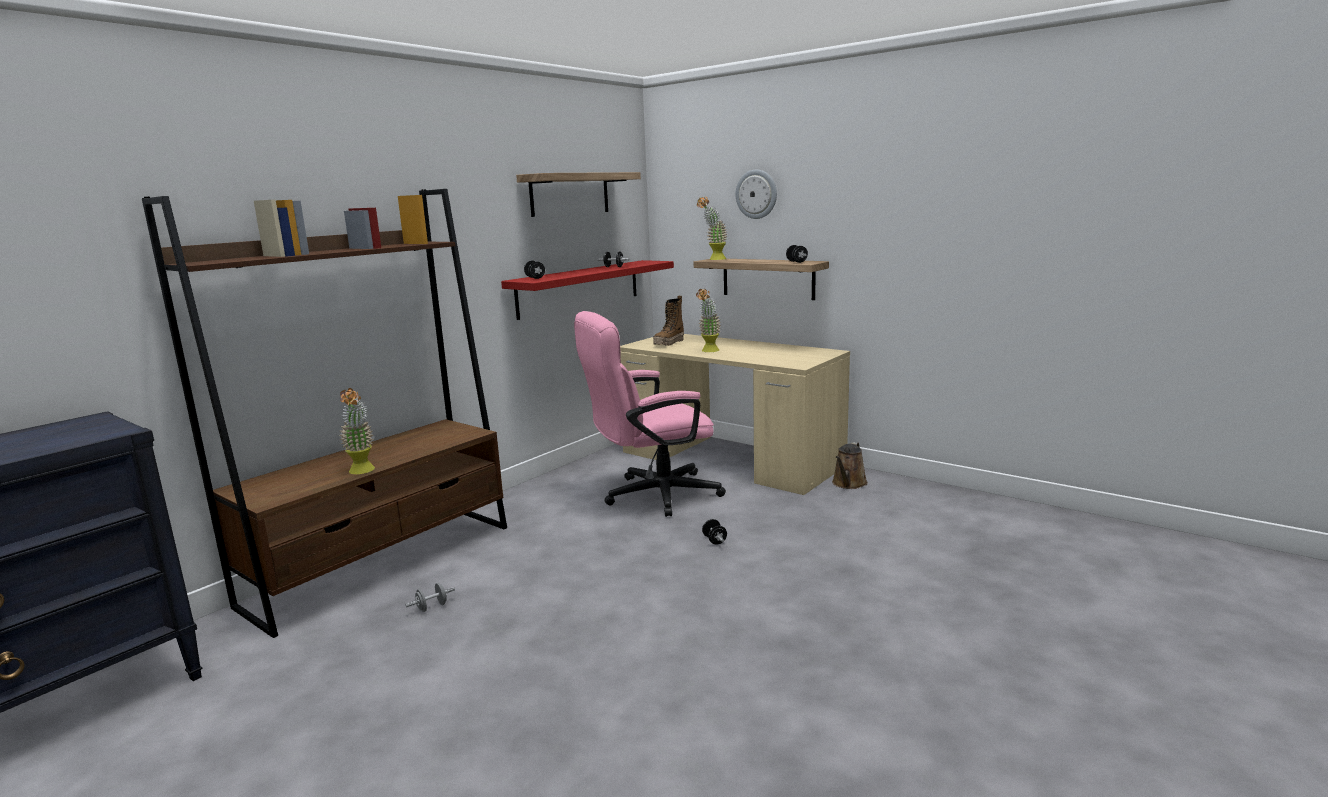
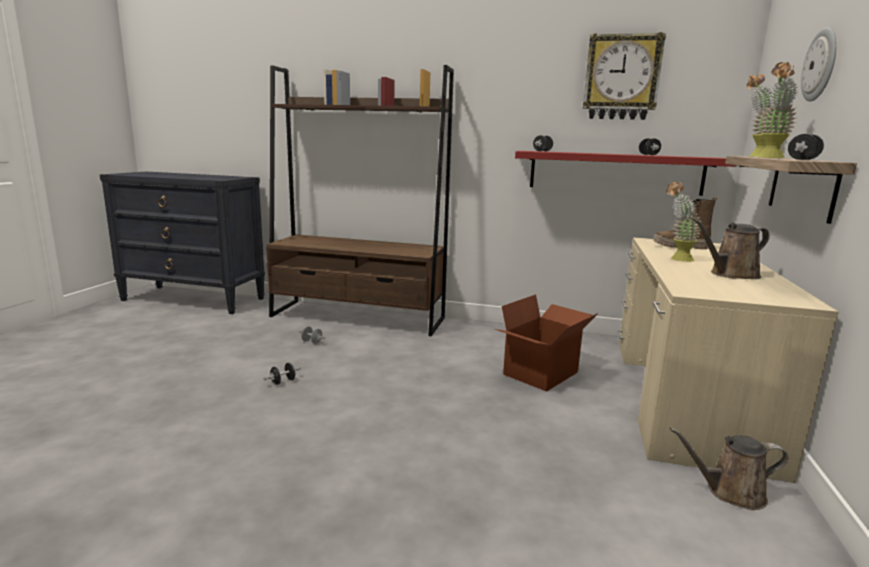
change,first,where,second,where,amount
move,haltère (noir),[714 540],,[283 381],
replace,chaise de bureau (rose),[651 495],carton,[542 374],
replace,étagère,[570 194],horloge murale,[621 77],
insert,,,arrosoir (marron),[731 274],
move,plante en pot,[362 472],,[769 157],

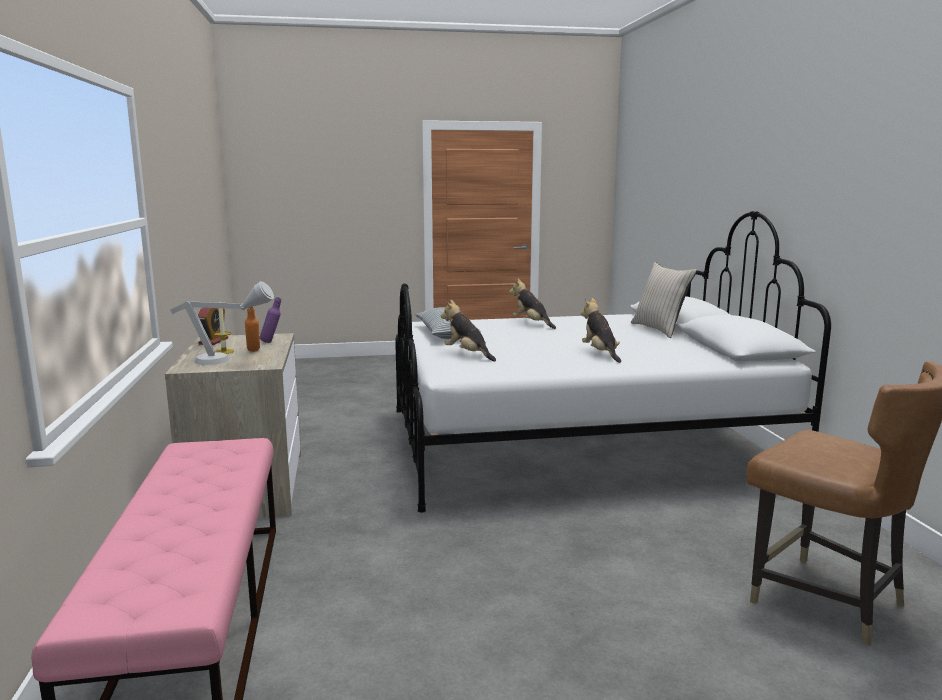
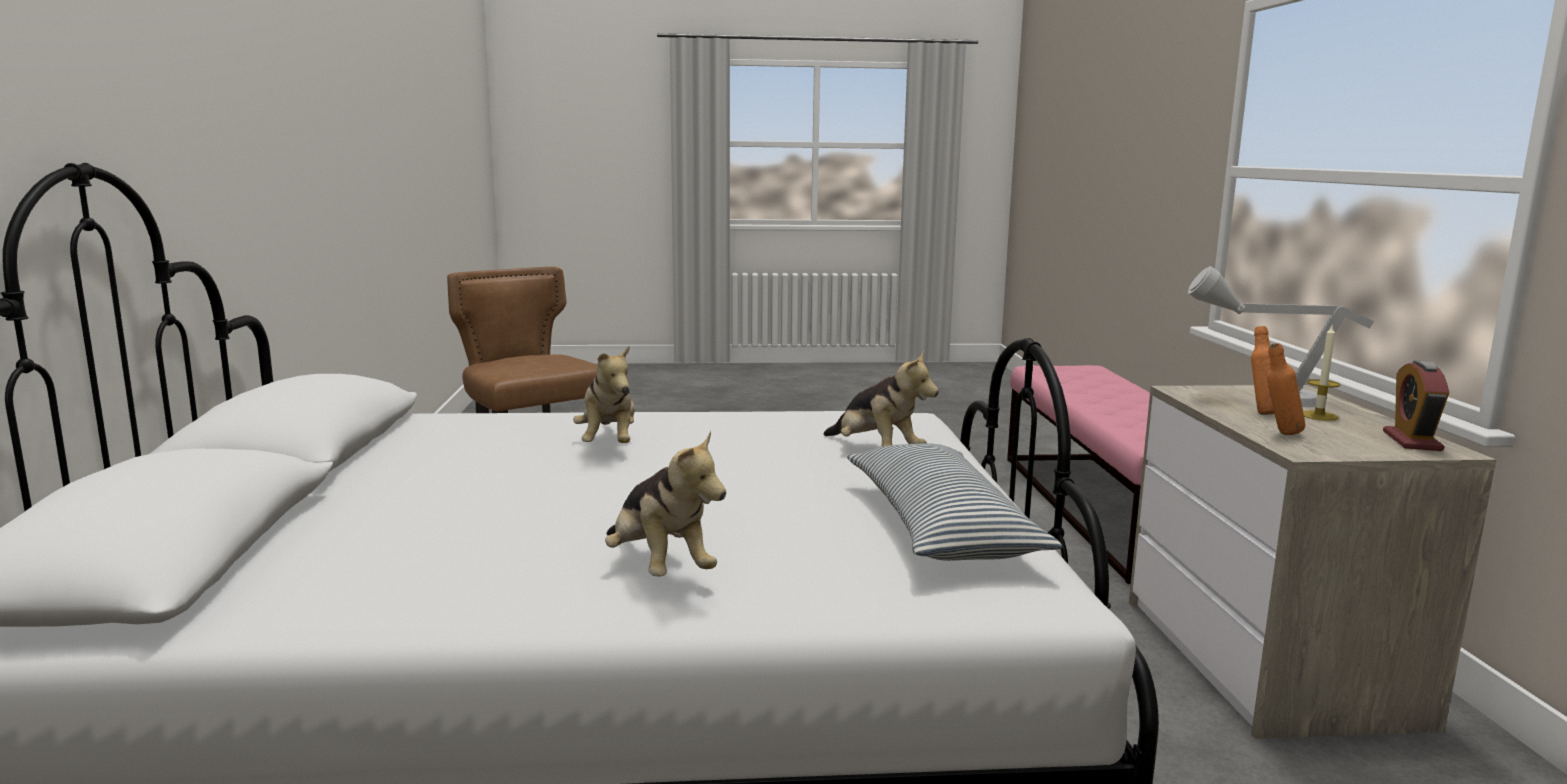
change,first,where,second,where,amount
recolor,bouteille (violet),[272 342],bouteille (orange),[1280 434],
delete,coussin (beige),[660 330],,,

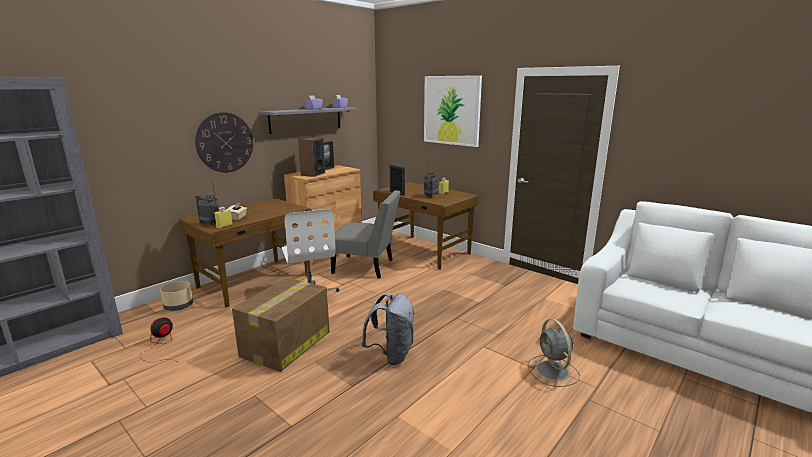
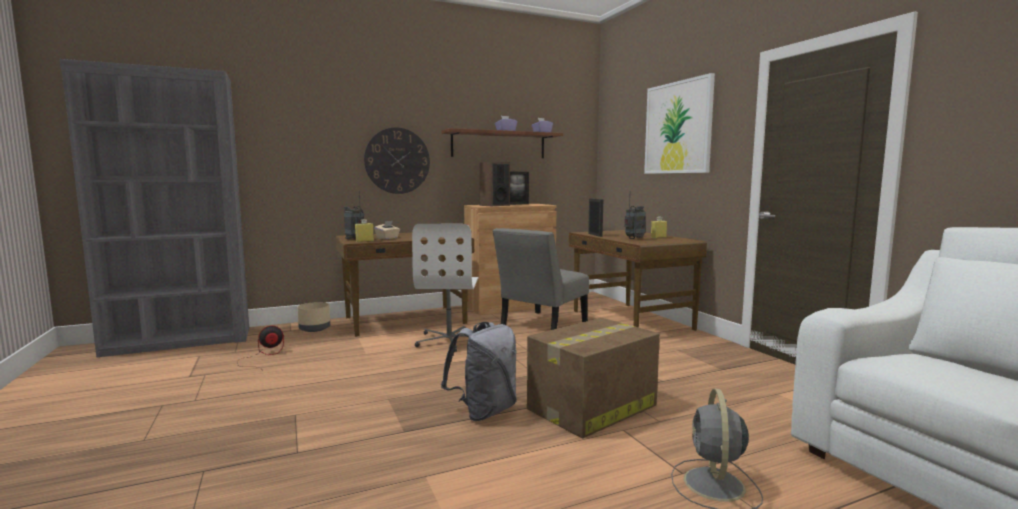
change,first,where,second,where,amount
recolor,étagère (gris),[306 119],étagère (marron),[498 145],
rotate,chaise (gris),[366 267],,[541 325],90 degrees clockwise
move,carton,[285 344],,[591 408],

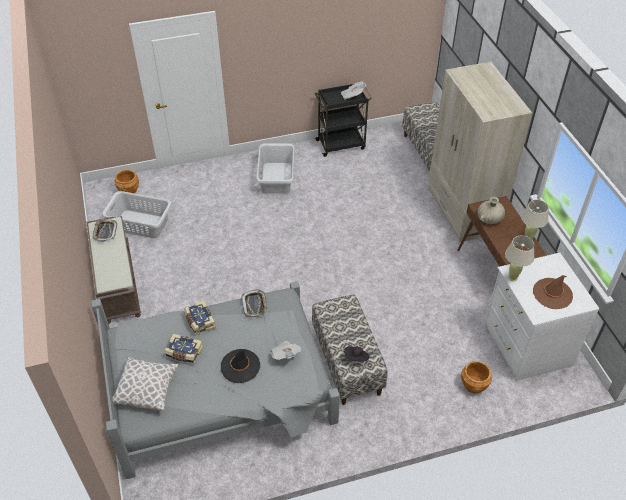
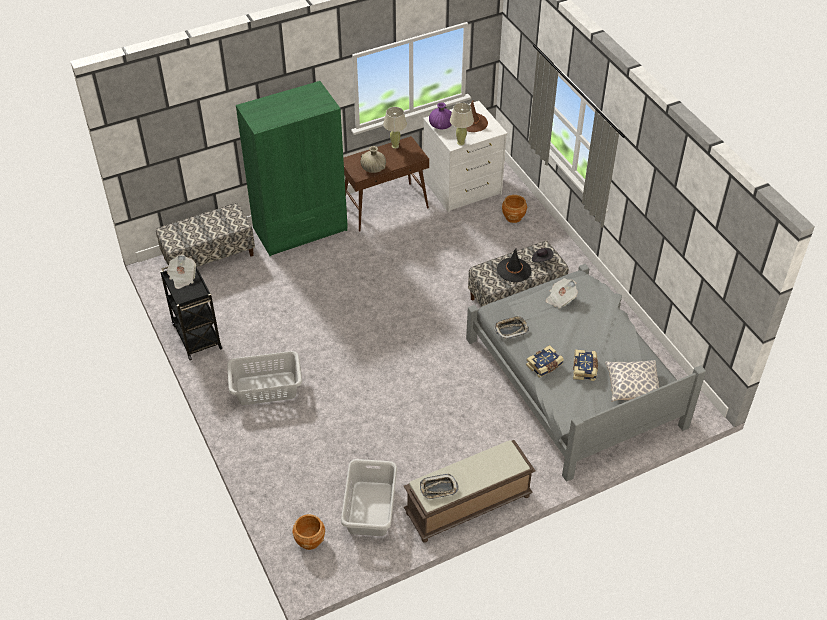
change,first,where,second,where,amount
recolor,armoire (beige),[462 211],armoire (vert),[301 229],
insert,,,vase (violet),[441 126],
move,chapeau (noir),[240 366],,[514 270],

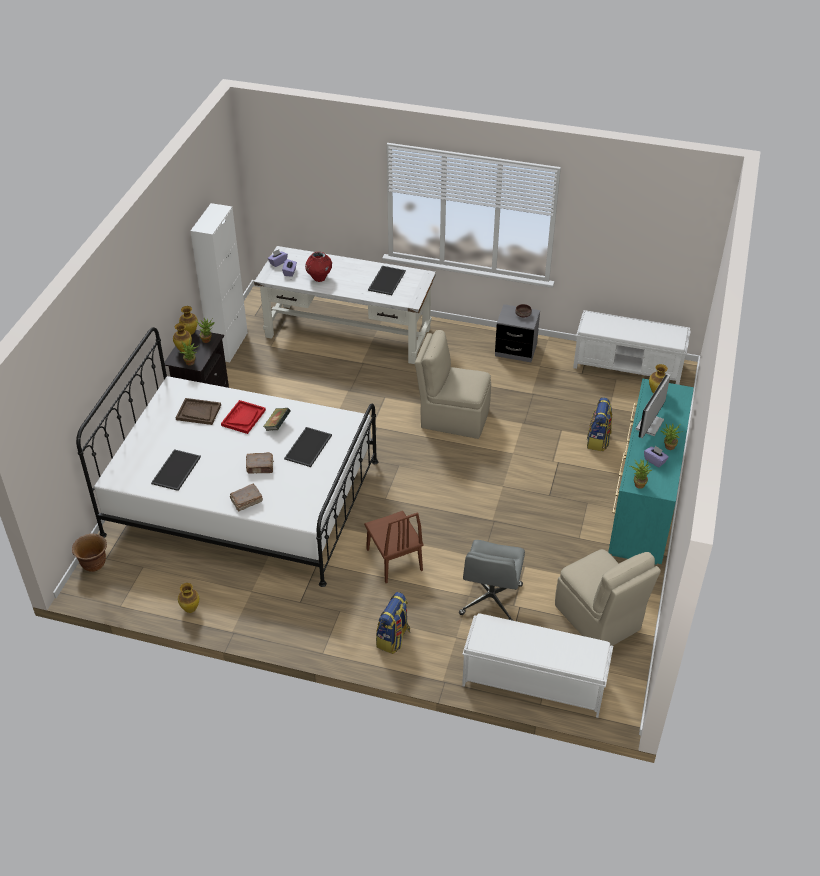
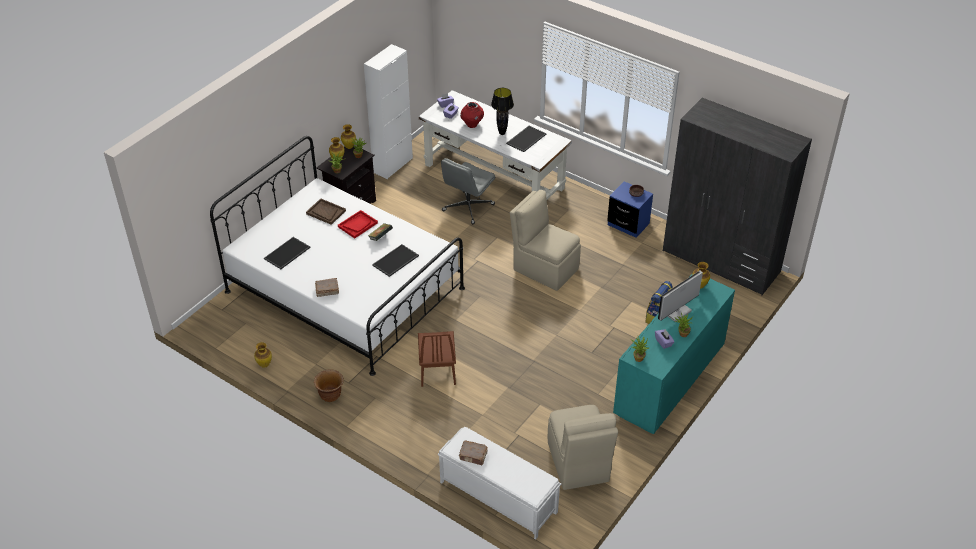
change,first,where,second,where,amount
move,cache-pot (marron),[94 564],,[330 395],
move,chaise de bureau (gris),[491 600],,[468 208],
move,livre (marron),[260 467],,[473 456],
insert,,,lampe de table (noir),[502 133],
recolor,table de chevet (gris),[515 350],table de chevet (bleu),[628 224],
replace,banc (blanc),[628 366],armoire (gris),[721 261],
delete,sac à dos,[393 639],,,

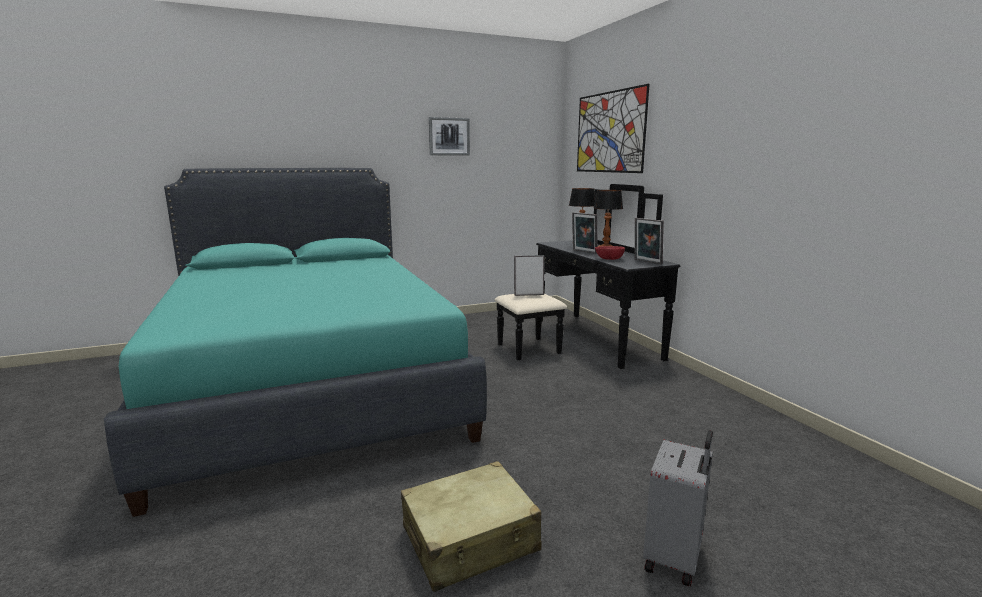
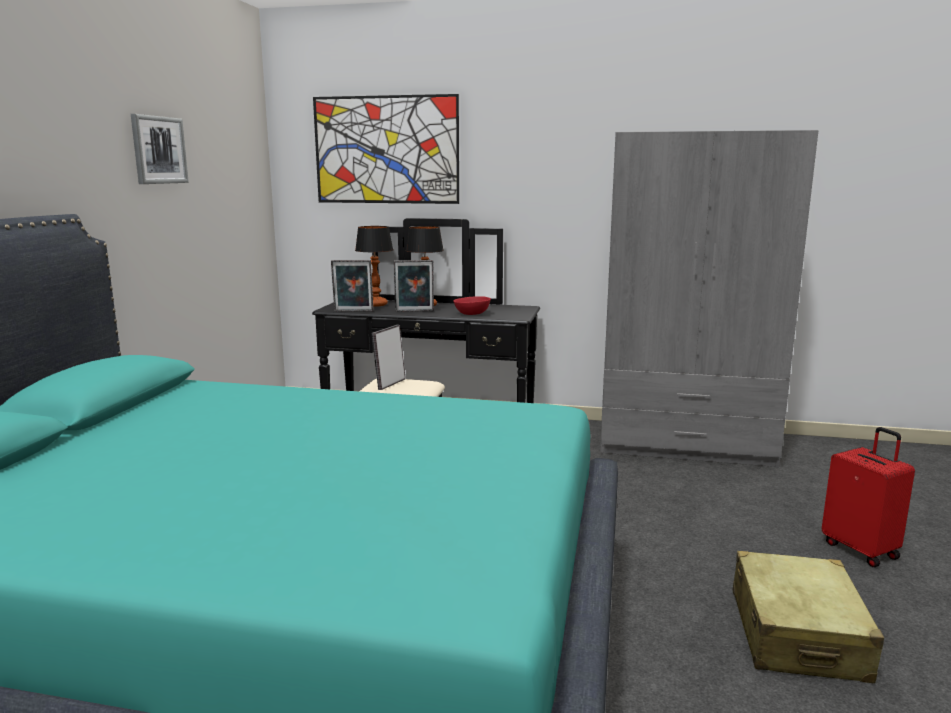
change,first,where,second,where,amount
move,cadre photo,[646 262],,[353 311],
insert,,,armoire (gris),[685 444],
recolor,valise (gris),[674 558],valise (rouge),[861 550],

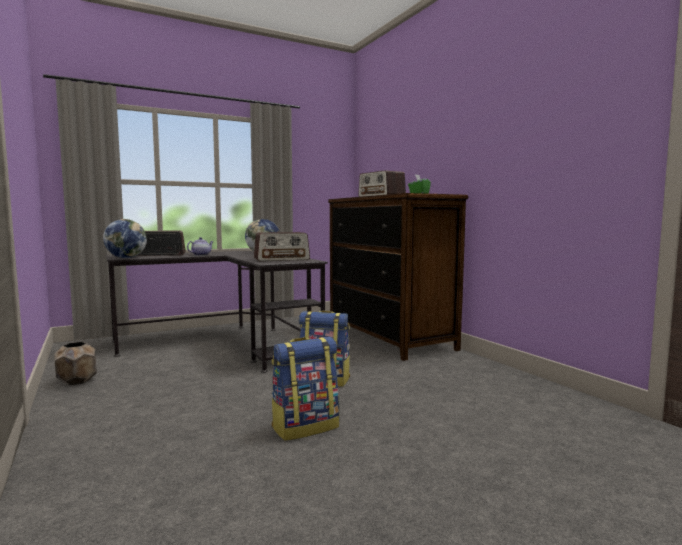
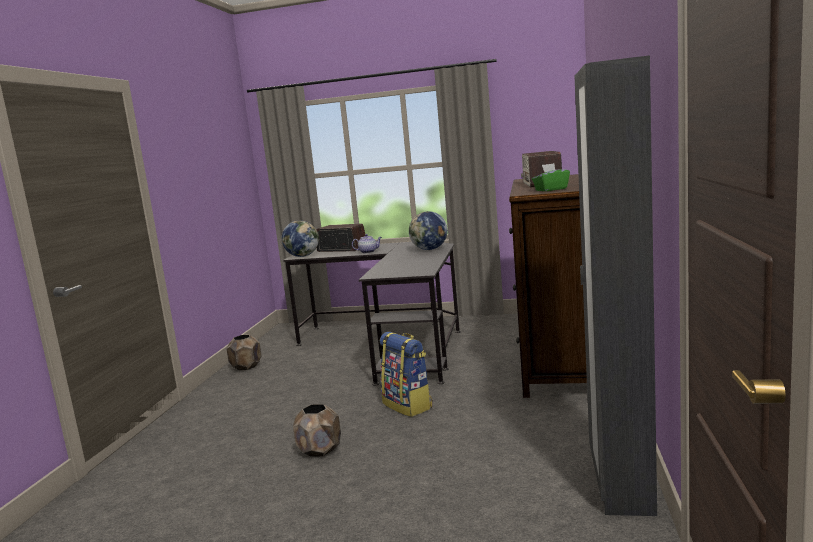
change,first,where,second,where,amount
replace,sac à dos,[305 427],cache-pot (marron),[320 450],
insert,,,armoire (noir),[619 482],
delete,radio,[282 259],,,

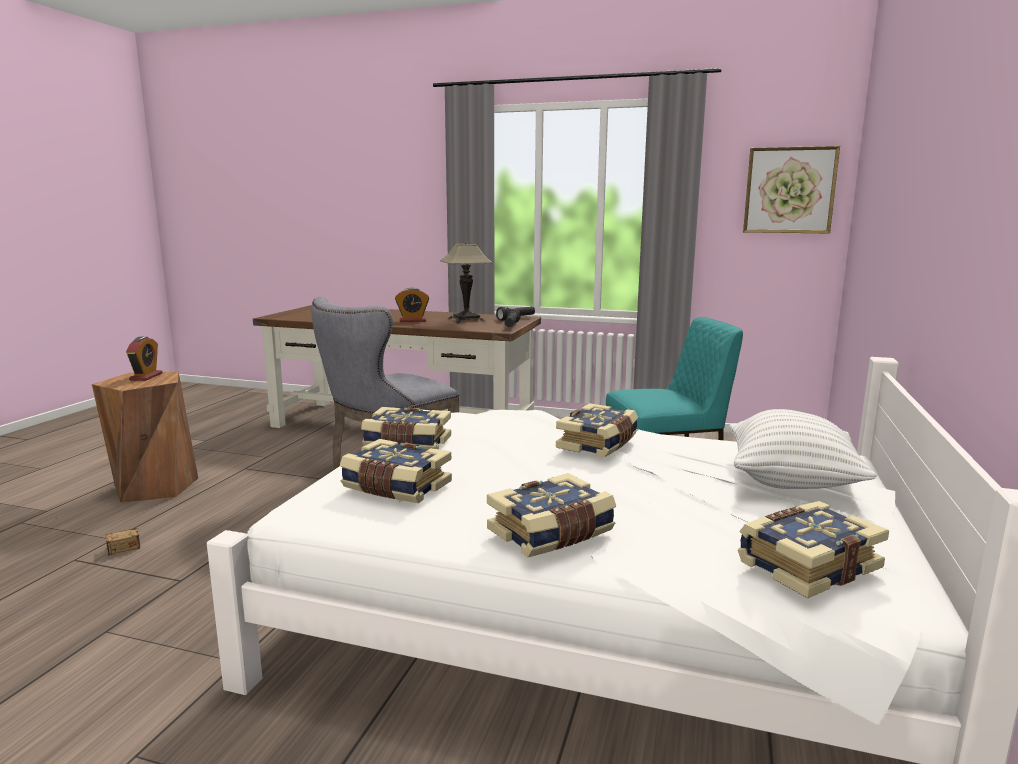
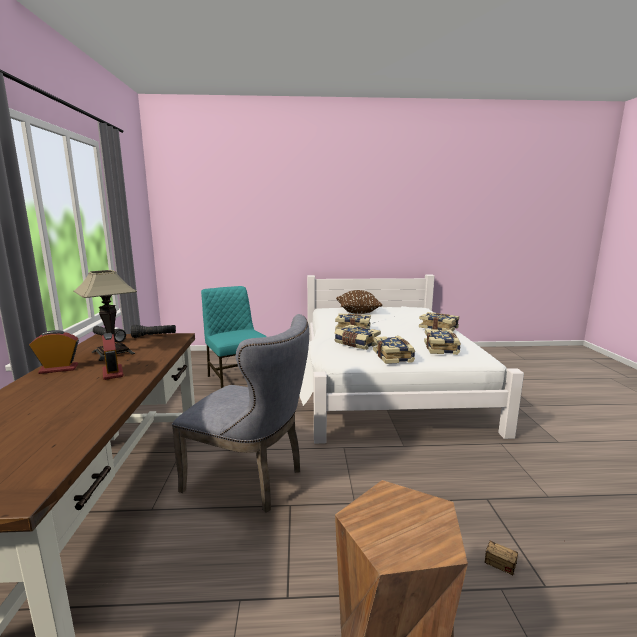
change,first,where,second,where,amount
move,réveil,[146 376],,[59 369],
move,livre,[806 565],,[356 344],
recolor,coussin (blanc),[791 481],coussin (marron),[358 312],
delete,tableau,[789 190],,,

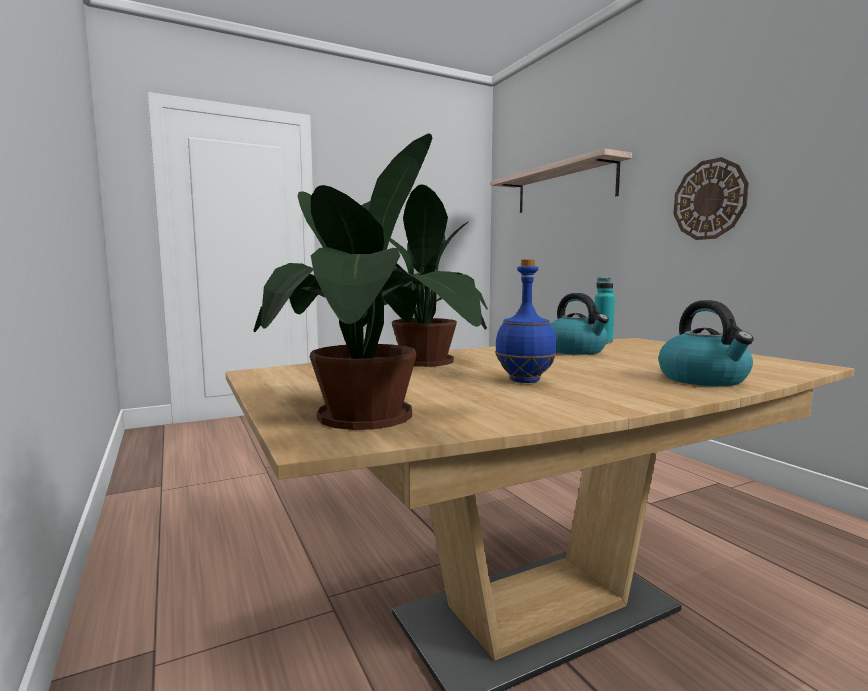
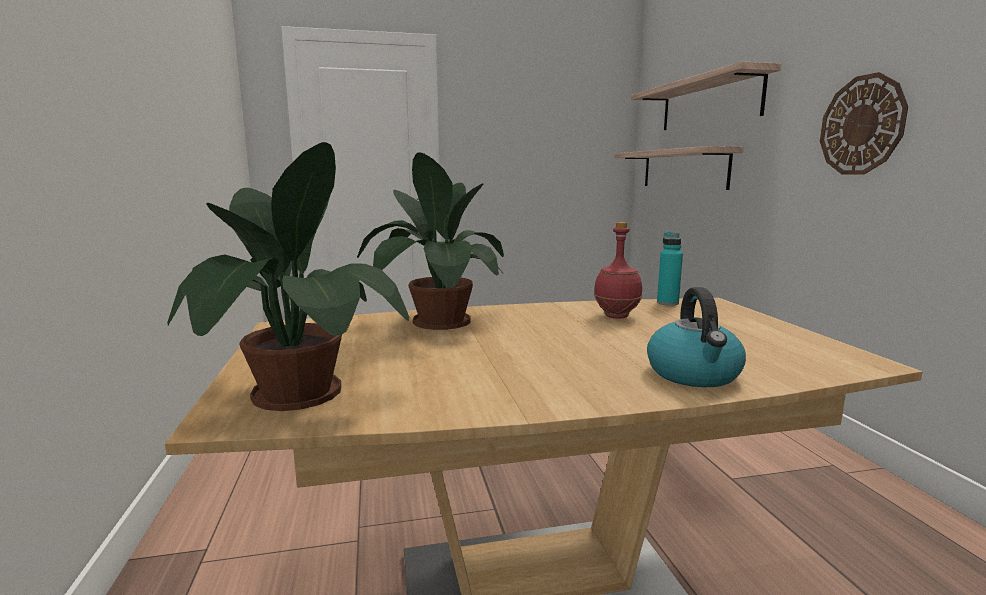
change,first,where,second,where,amount
replace,bouilloire,[576 351],bouteille (rouge),[616 316],
insert,,,étagère,[683 169],
delete,bouteille (bleu),[525 381],,,

